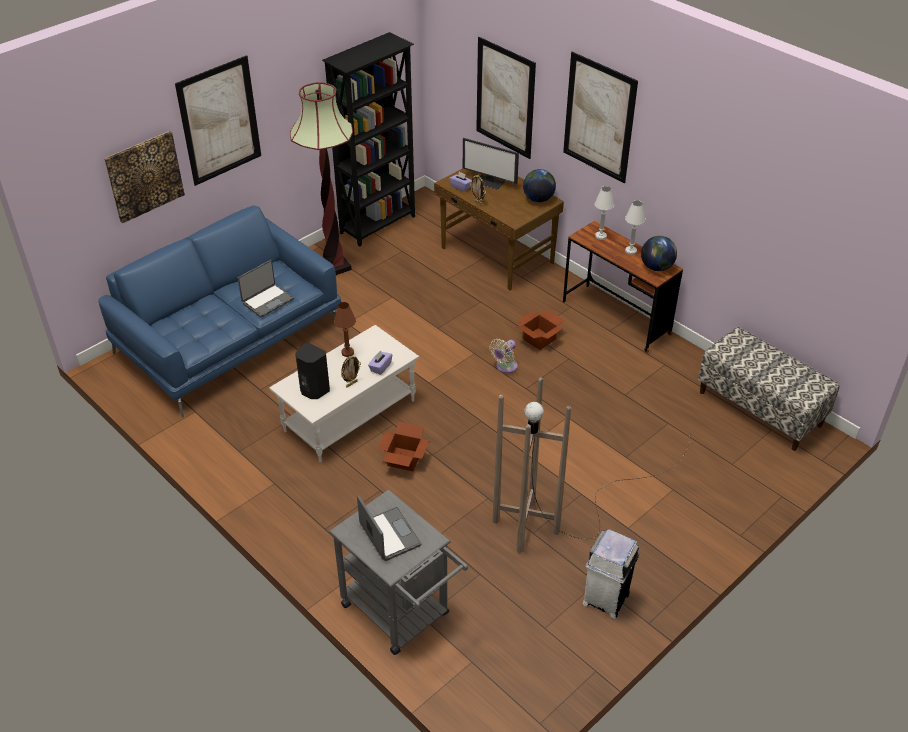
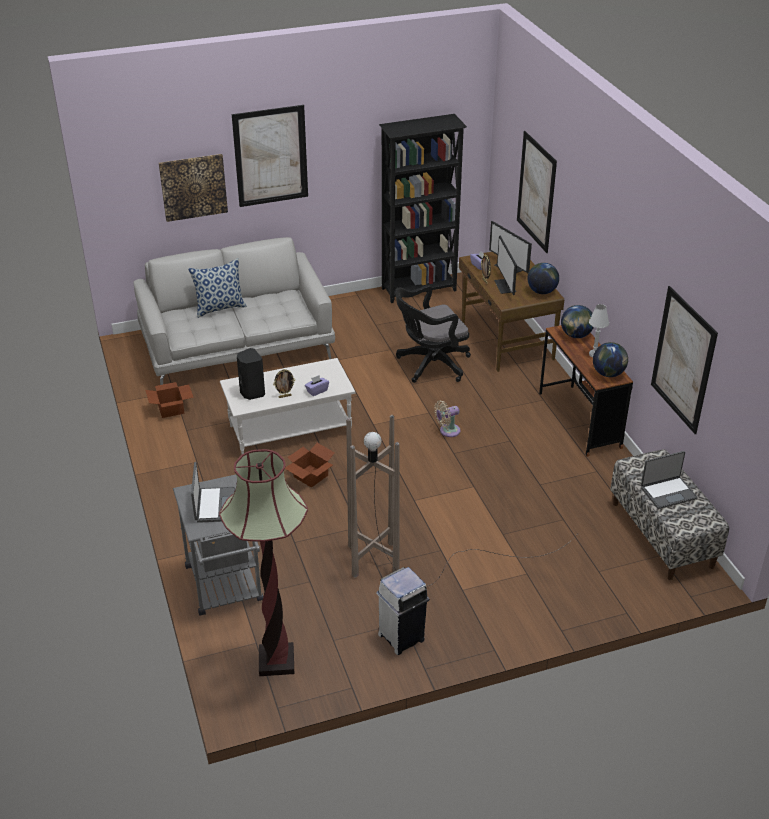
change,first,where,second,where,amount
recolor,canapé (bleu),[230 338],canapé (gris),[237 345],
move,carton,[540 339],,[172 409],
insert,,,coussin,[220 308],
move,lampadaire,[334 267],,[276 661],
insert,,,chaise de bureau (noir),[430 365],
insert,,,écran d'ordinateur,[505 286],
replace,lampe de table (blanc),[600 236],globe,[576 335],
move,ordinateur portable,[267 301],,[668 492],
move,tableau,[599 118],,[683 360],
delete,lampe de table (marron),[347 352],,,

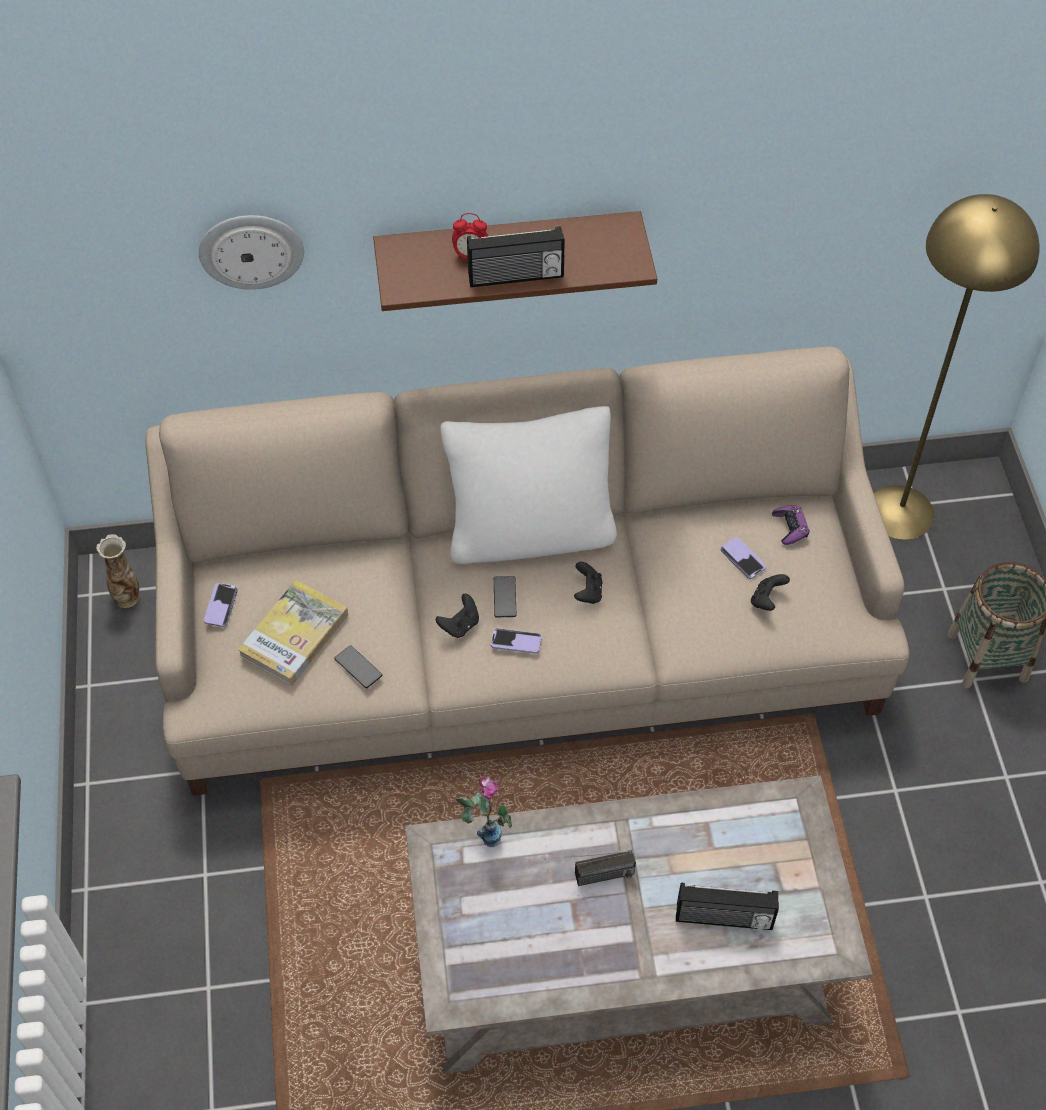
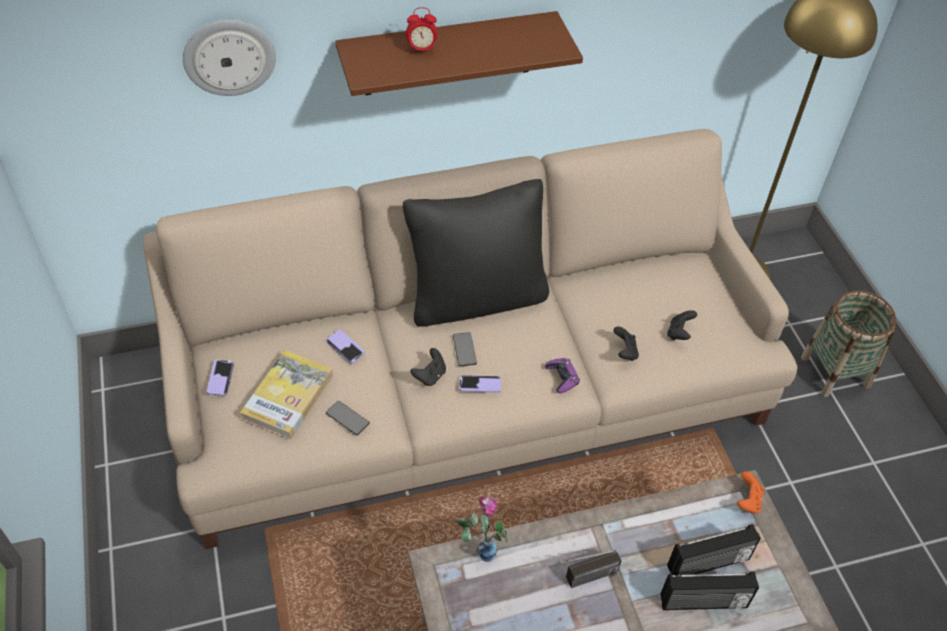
change,first,where,second,where,amount
move,téléphone,[742 559],,[345 347],
recolor,coussin (blanc),[530 533],coussin (noir),[476 298],
move,manette (violet),[790 527],,[562 377],
move,manette (noir),[588 592],,[624 352],
move,radio,[516 277],,[708 564],
insert,,,manette (orange),[747 501],
delete,vase,[127 596],,,

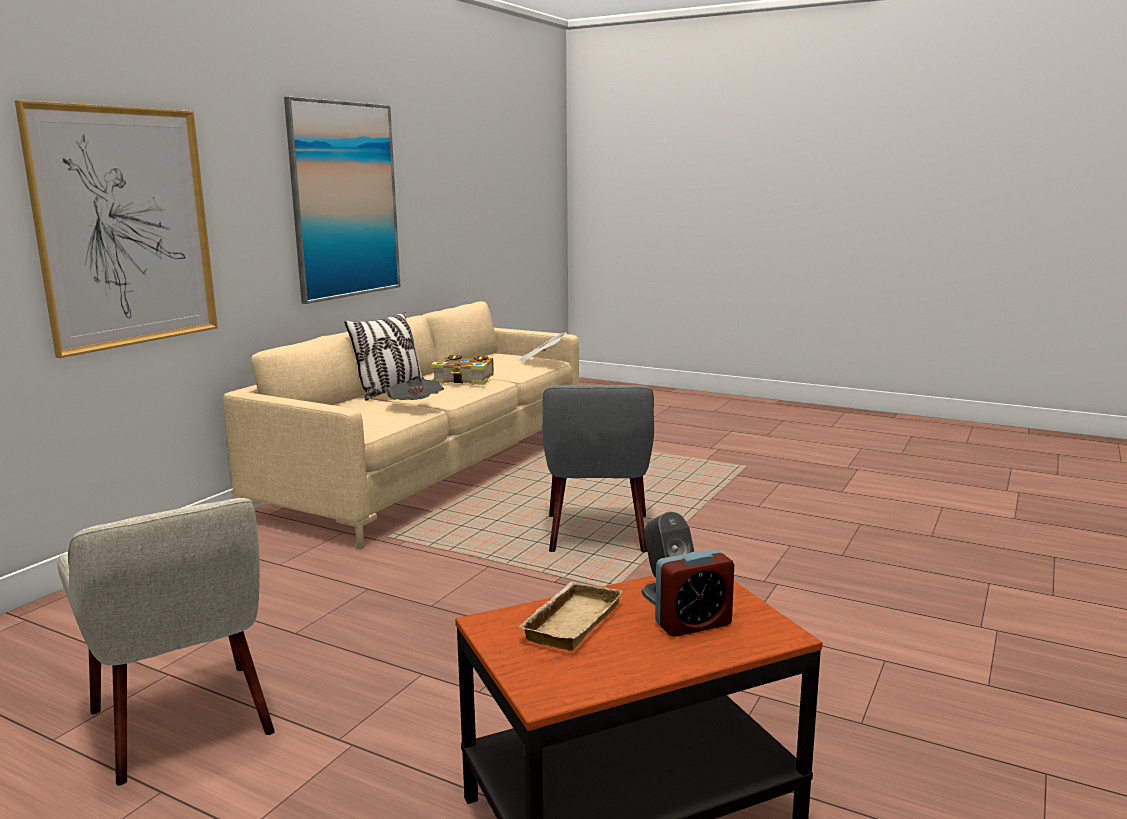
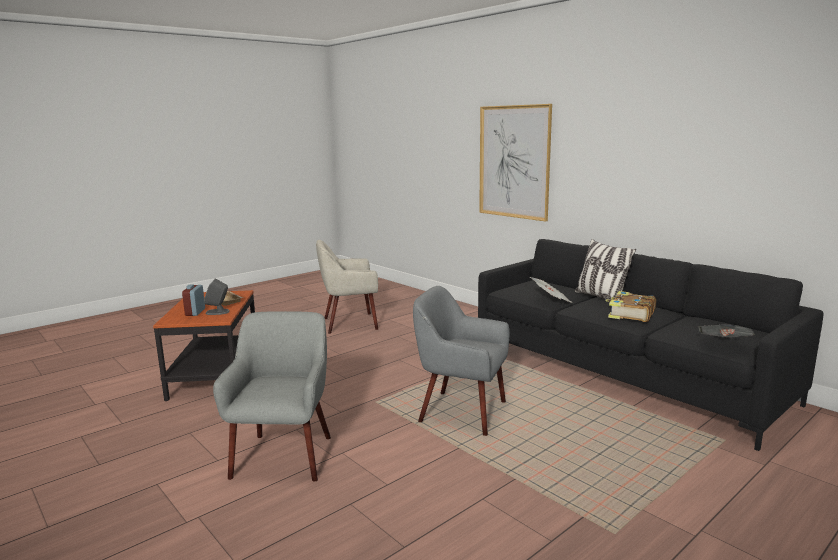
change,first,where,second,where,amount
insert,,,fauteuil (gris),[284 456],
recolor,canapé (beige),[432 470],canapé (noir),[622 374],
delete,tableau,[345 200],,,

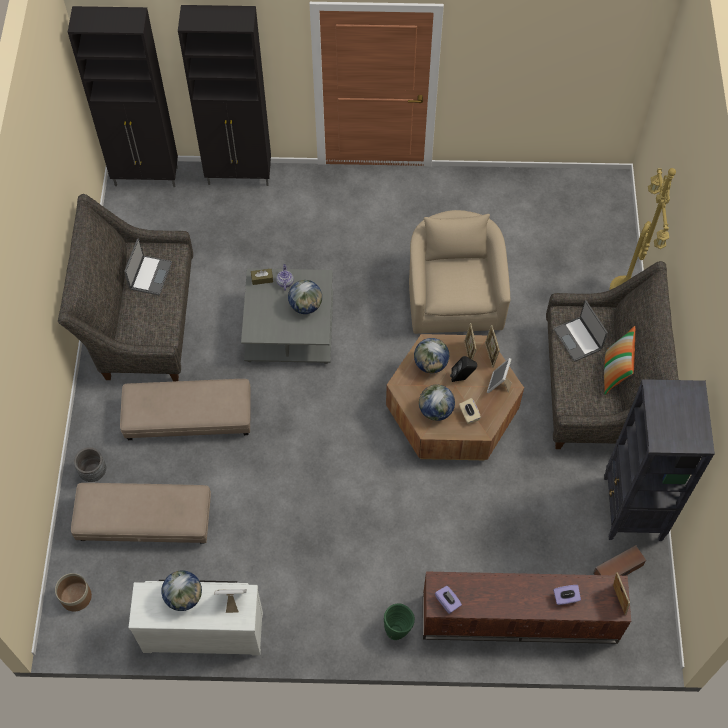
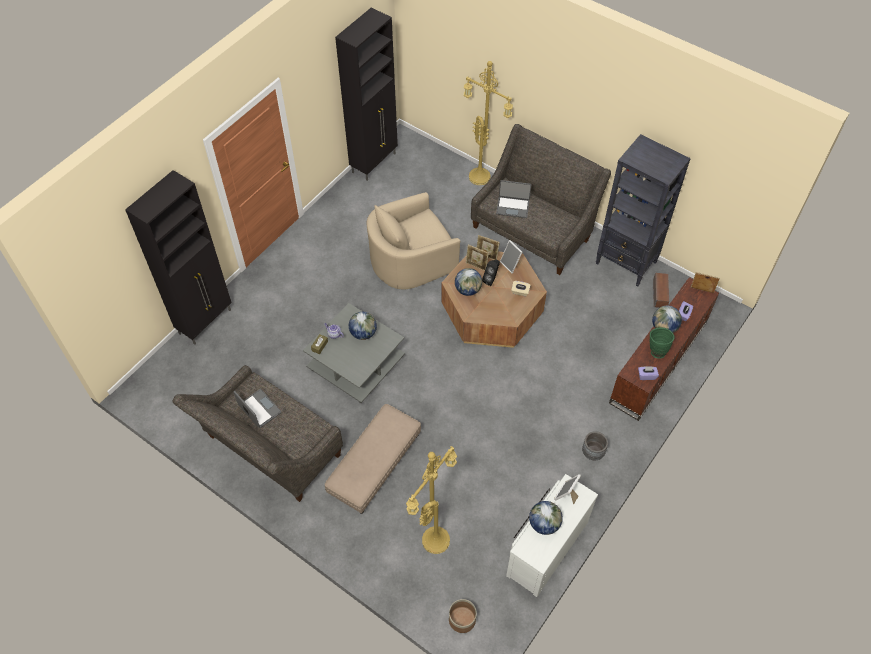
change,first,where,second,where,amount
move,meuble de rangement (noir),[147 177],,[374 162],
rotate,fauteuil (beige),[454 295],,[410 259],60 degrees counterclockwise
replace,pouf (beige),[145 520],lampadaire (jaune),[435 538],
move,cache-pot (gris),[93 472],,[593 452],
move,vase (vert),[398 628],,[656 350],
move,globe,[435 411],,[664 328],
delete,coussin,[615 372],,,

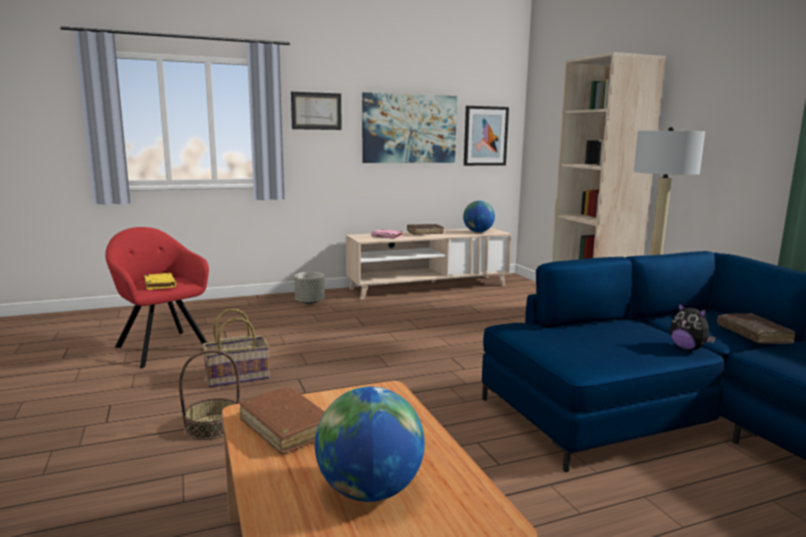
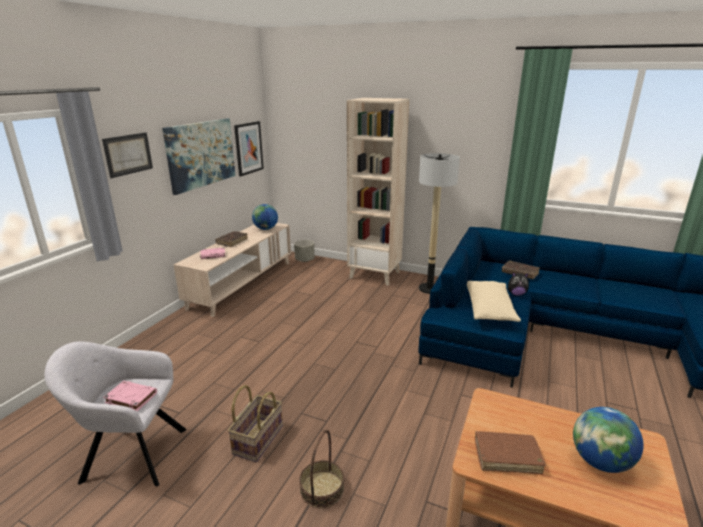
change,first,where,second,where,amount
recolor,fauteuil (rouge),[161 347],fauteuil (gris),[131 454],
recolor,livre (jaune),[159 284],livre (rose),[130 398],
move,cache-pot (gris),[309 302],,[304 260],
insert,,,coussin (beige),[489 310],

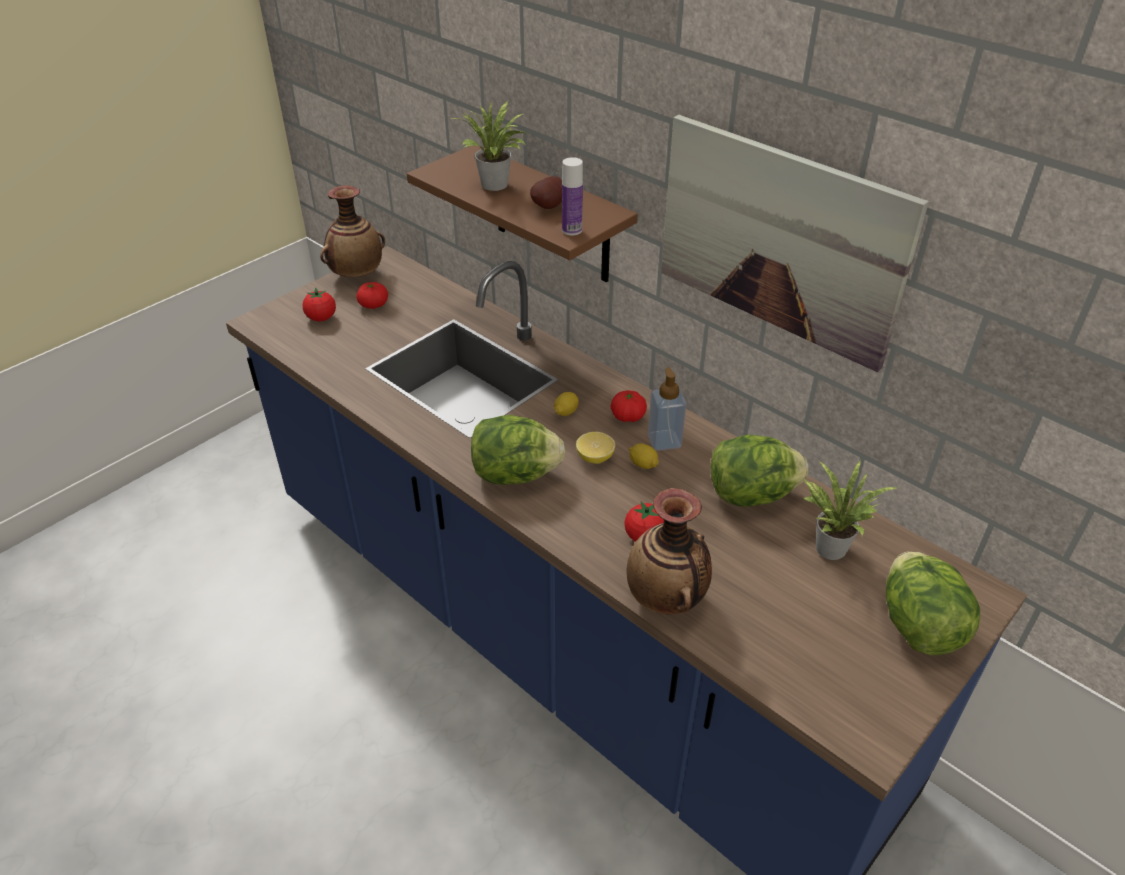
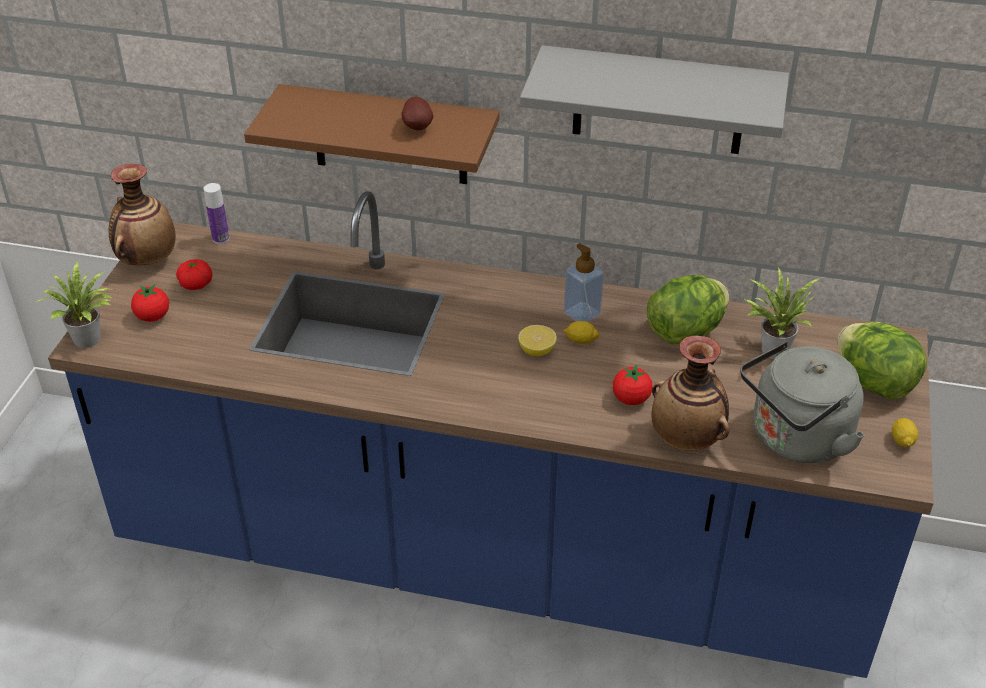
change,first,where,second,where,amount
move,plante en pot,[496 186],,[90 340],
move,bouteille,[572 230],,[220 238],
replace,tableau,[779 240],étagère (gris),[659 101],
insert,,,bouilloire (gris),[795 439],
move,citron,[566 412],,[902 441],
delete,laitue,[515 474],,,
delete,tomate,[628 416],,,

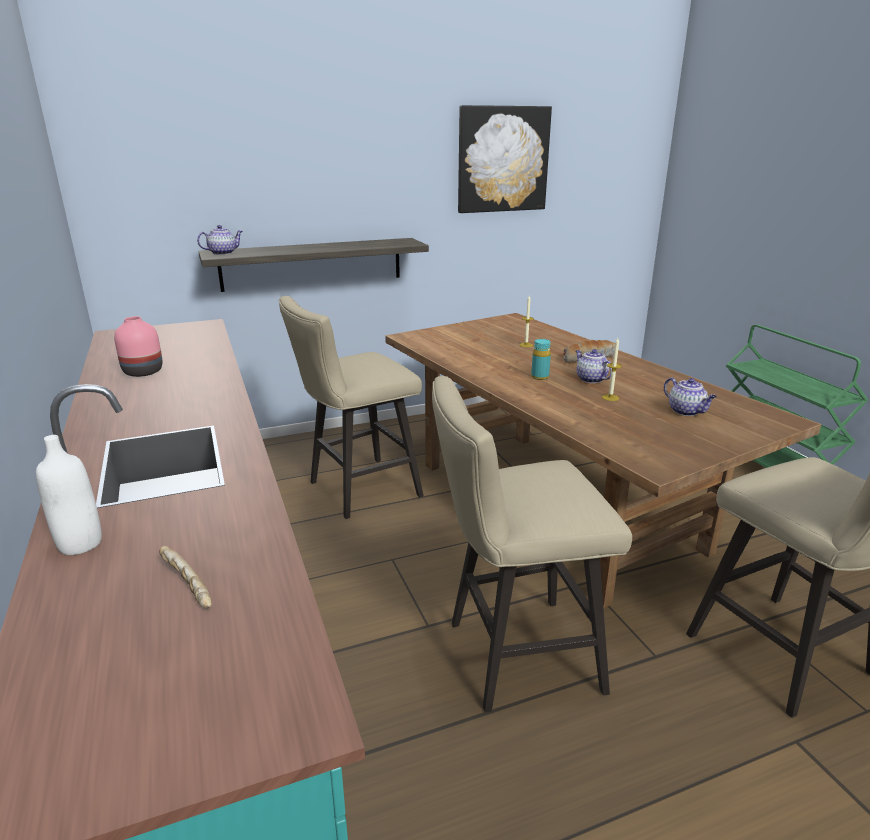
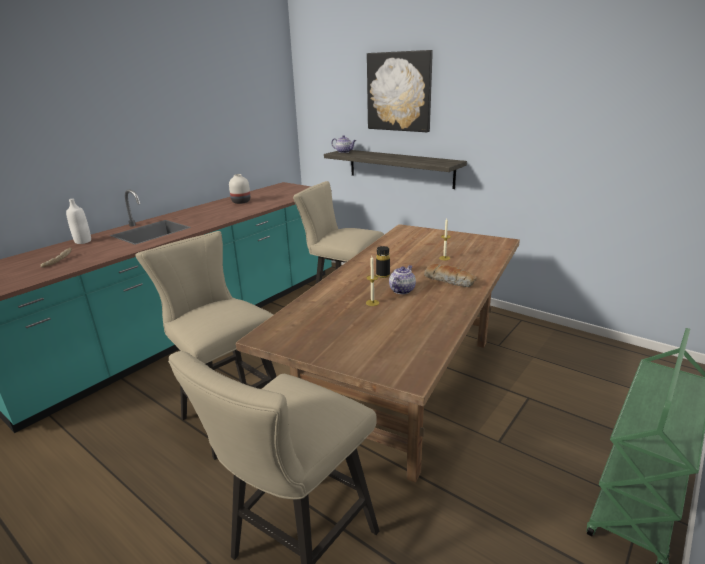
change,first,where,second,where,amount
recolor,vase (rose),[143 371],vase (blanc),[241 201],
move,tableau,[502 159],,[399 92],
recolor,bouteille (turquoise),[540 377],bouteille (noir),[383 275],
delete,théière,[686 411],,,

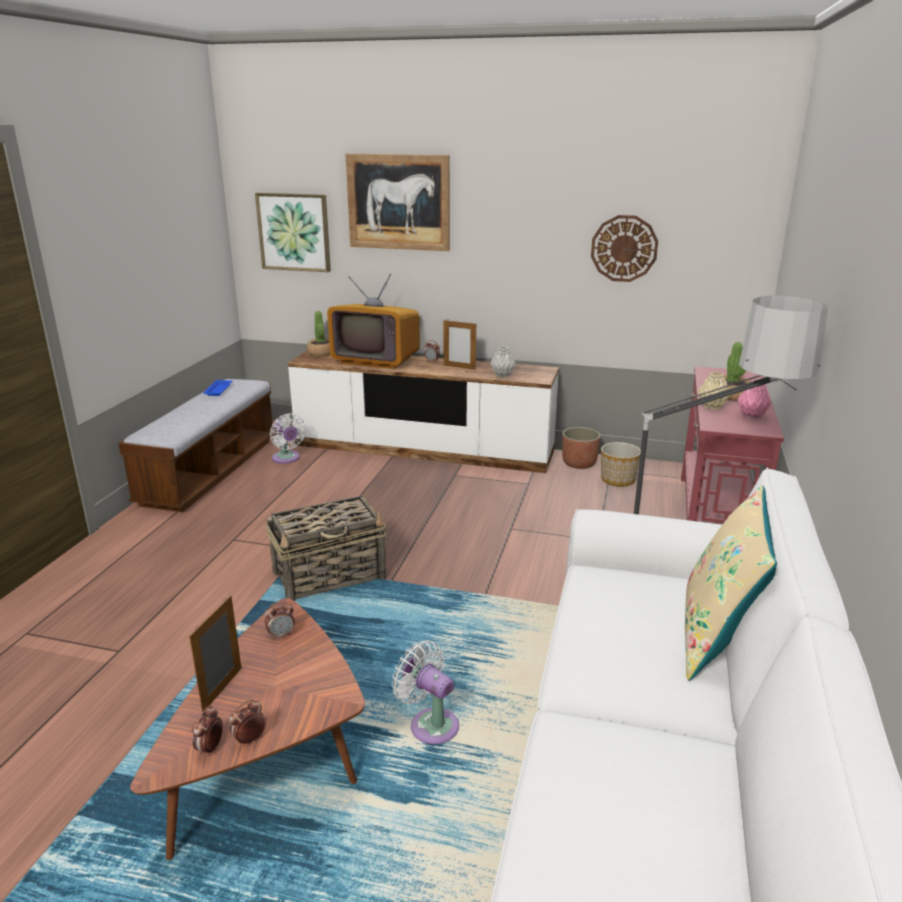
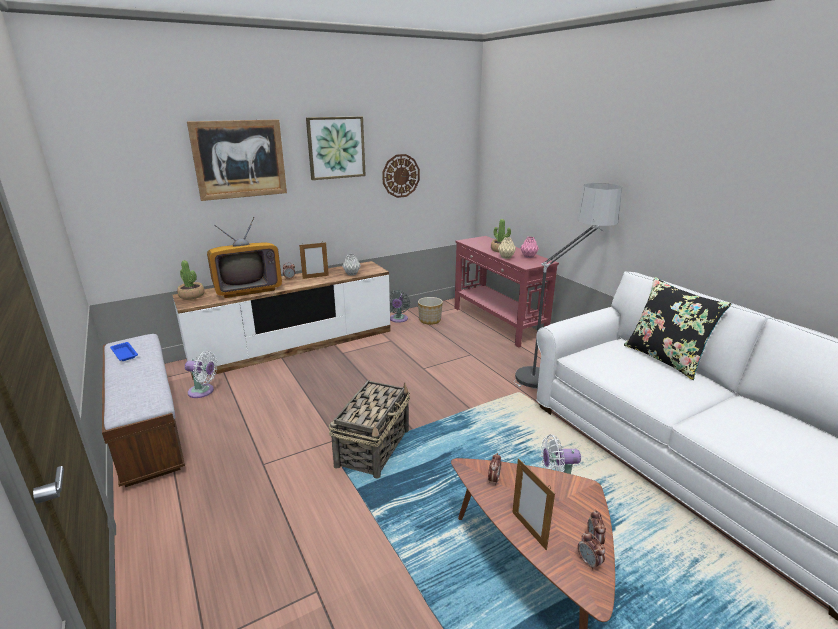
change,first,where,second,where,amount
move,tableau,[294 232],,[336 147],
replace,cache-pot,[579 464],ventilateur (gris),[398 319],
recolor,coussin (beige),[717 637],coussin (noir),[665 358],

